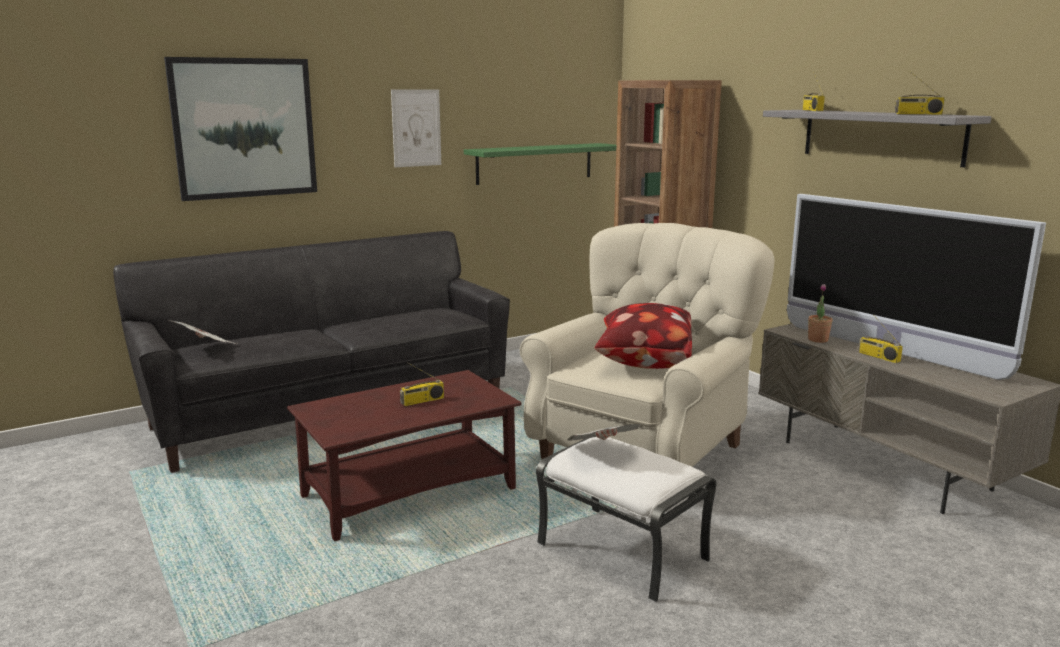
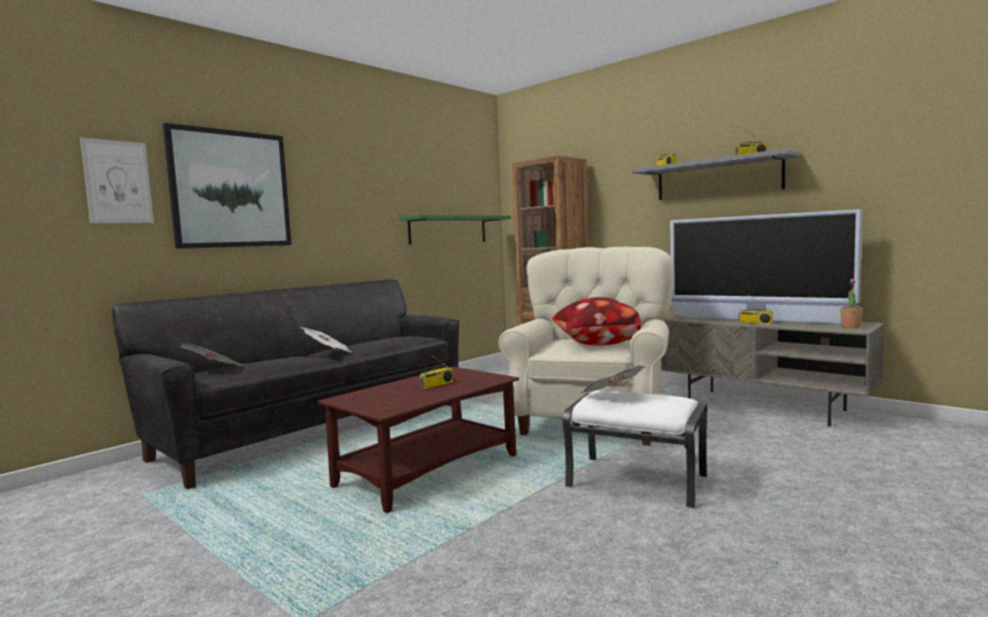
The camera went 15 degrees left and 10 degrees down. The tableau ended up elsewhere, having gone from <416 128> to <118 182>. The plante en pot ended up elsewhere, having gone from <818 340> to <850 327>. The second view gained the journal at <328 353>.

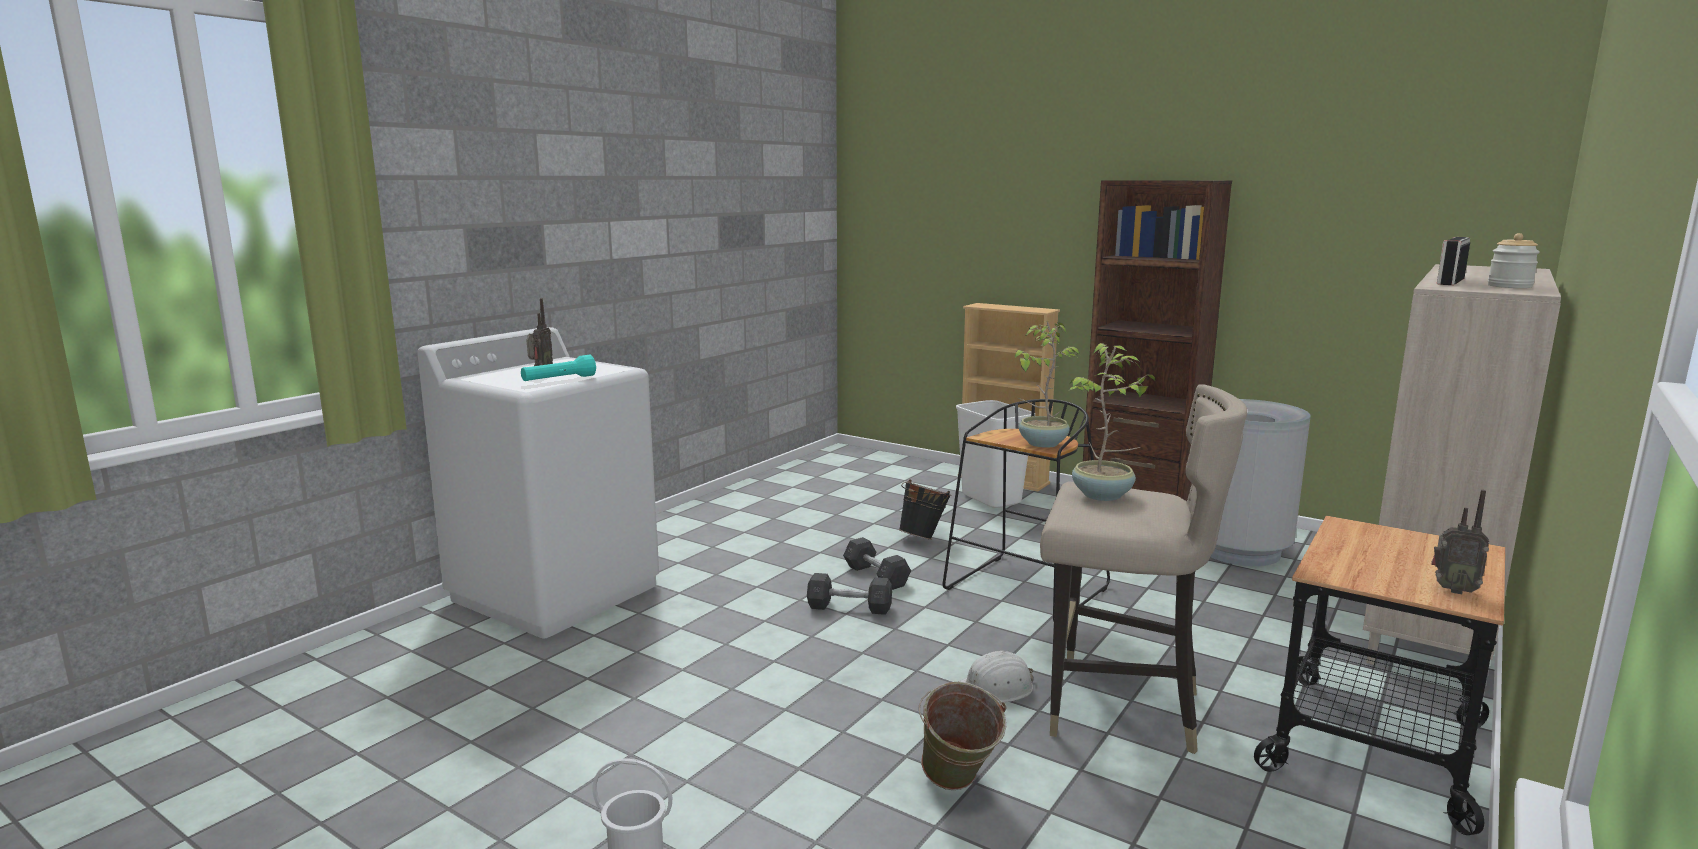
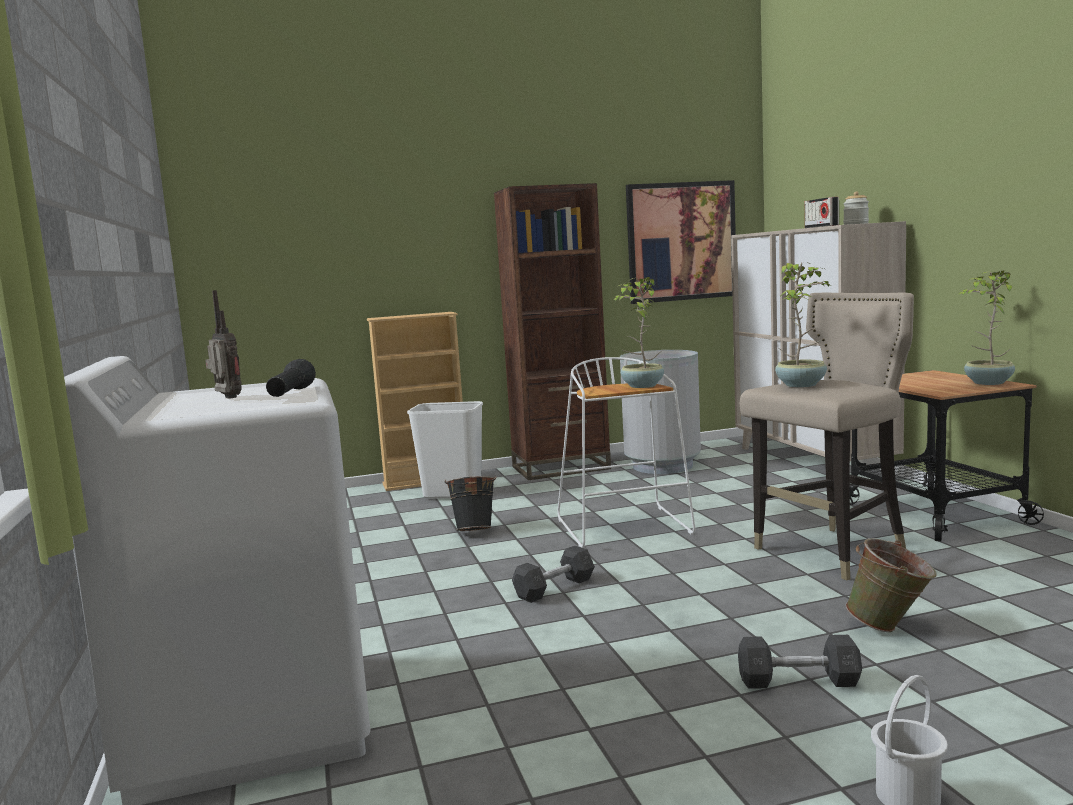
The camera went 50 degrees left and 5 degrees down. What was the lampe de poche/turquoise at <559 380> turned into the lampe de poche/noir at <291 394>. The haltère/gris ended up elsewhere, having gone from <876 576> to <798 681>. What was the tabouret/noir at <1026 591> turned into the tabouret/blanc at <625 528>. The second view lost the casque de chantier/blanc at <995 689>. Where the radio stood at <1453 589>, the plante en pot came to stand at <987 383>. The second view gained the tableau at <681 241>.

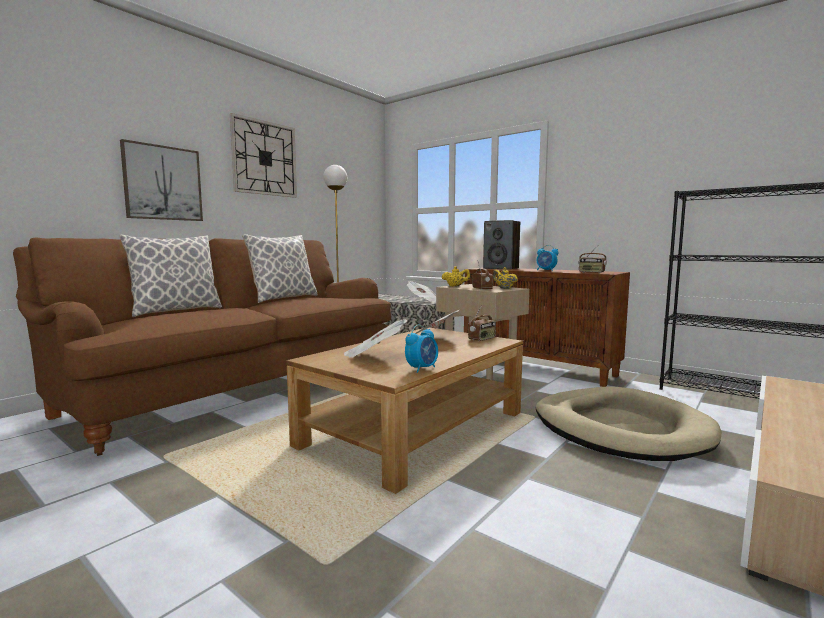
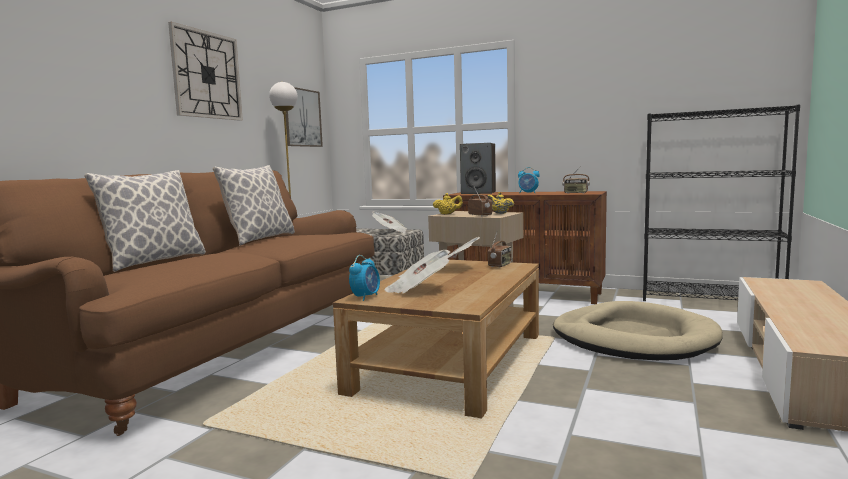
The camera went 15 degrees left and 0 degrees up. The tableau ended up elsewhere, having gone from <163 183> to <301 118>. The réveil ended up elsewhere, having gone from <422 368> to <366 297>.

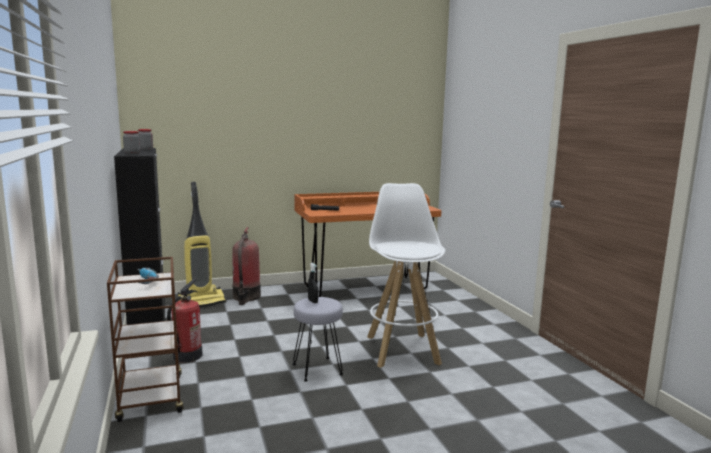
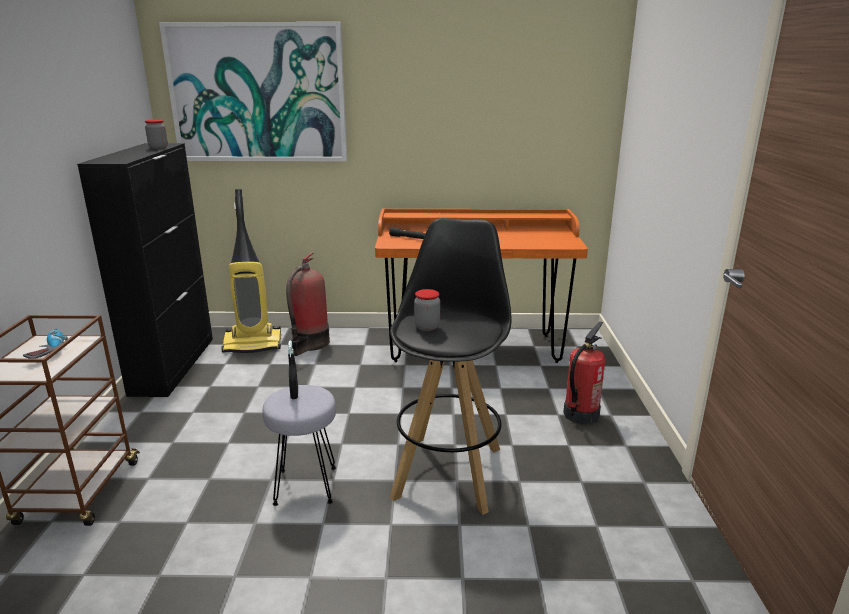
The camera went 20 degrees right and 10 degrees up. The bocal ended up elsewhere, having gone from <132 153> to <427 327>. The extincteur ended up elsewhere, having gone from <187 356> to <580 415>. What was the tabouret/blanc at <402 349> turned into the tabouret/noir at <448 471>. The second view gained the tableau at <258 93>.

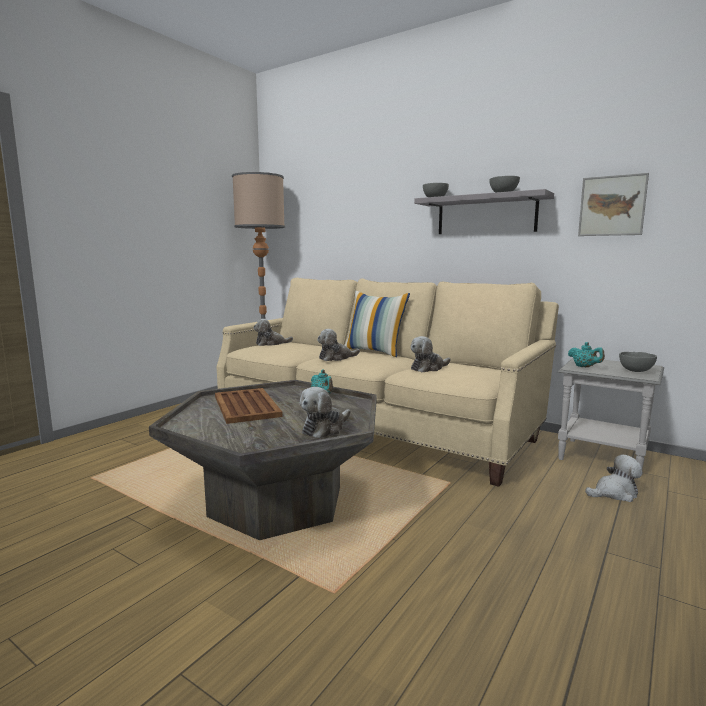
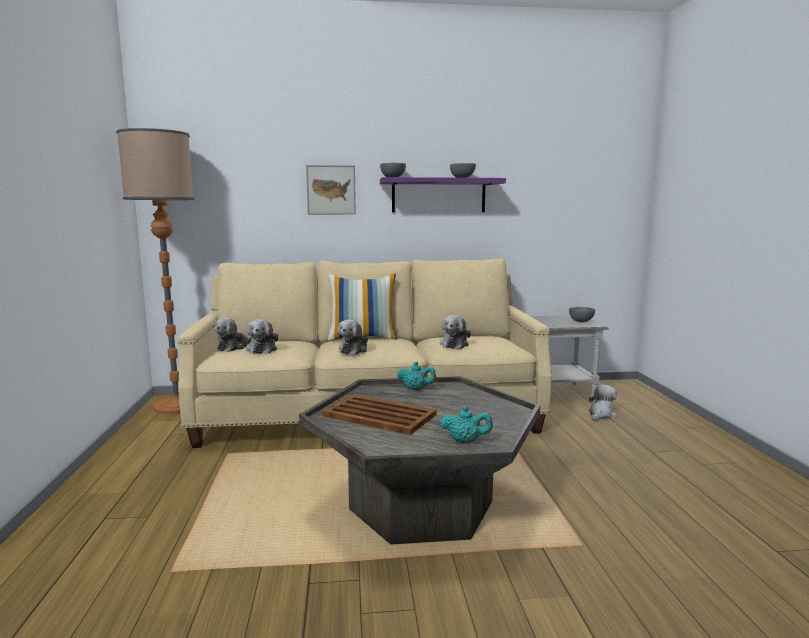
The camera went 40 degrees left and 0 degrees up. The peluche ended up elsewhere, having gone from <325 428> to <262 349>. What was the étagère/gris at <486 215> turned into the étagère/violet at <438 195>. The théière/turquoise ended up elsewhere, having gone from <584 367> to <465 441>. The tableau ended up elsewhere, having gone from <612 206> to <331 190>.

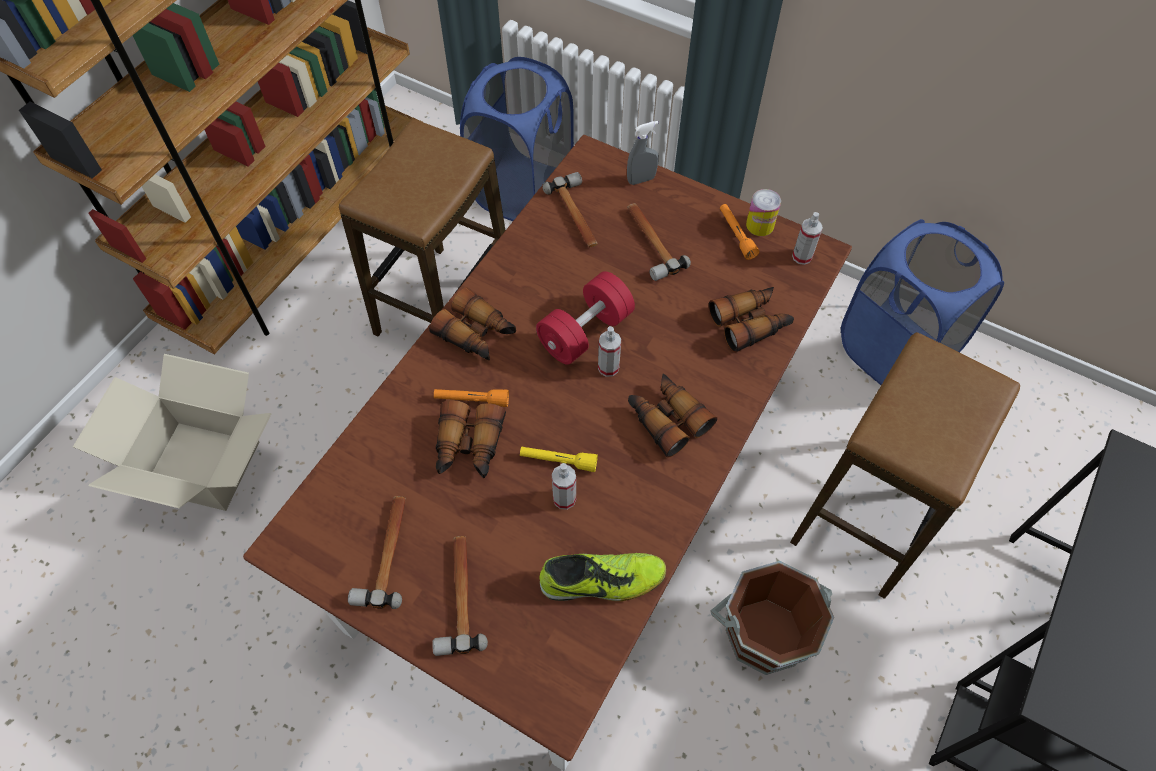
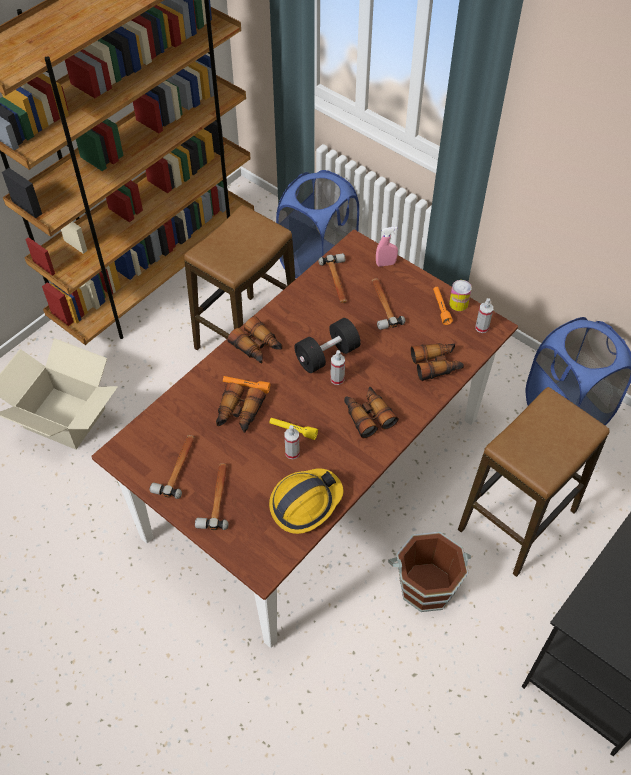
The camera went 10 degrees right and 5 degrees down. What was the haltère/rouge at <585 332> turned into the haltère/noir at <327 355>. Where the chaussure stood at <602 581>, the casque de chantier came to stand at <305 503>. What was the vaporisateur/gris at <641 180> turned into the vaporisateur/rose at <385 264>.

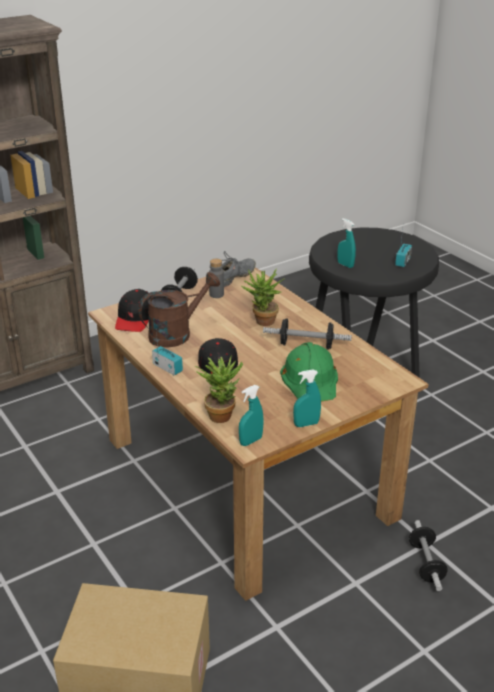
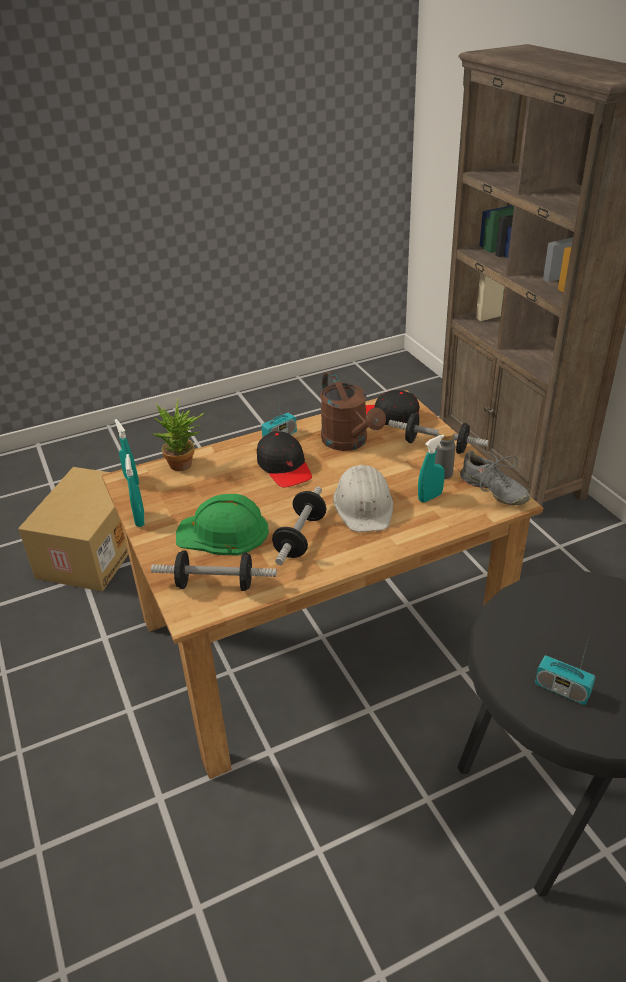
The camera went 100 degrees right and 5 degrees up. The casquette/noir at <217 360> ended up facing another way, 60 degrees clockwise from before. Where the plante en pot stood at <262 323>, the casque de chantier/blanc came to stand at <364 505>. The vaporisateur/turquoise ended up elsewhere, having gone from <345 265> to <430 497>. The haltère ended up elsewhere, having gone from <426 563> to <215 584>.

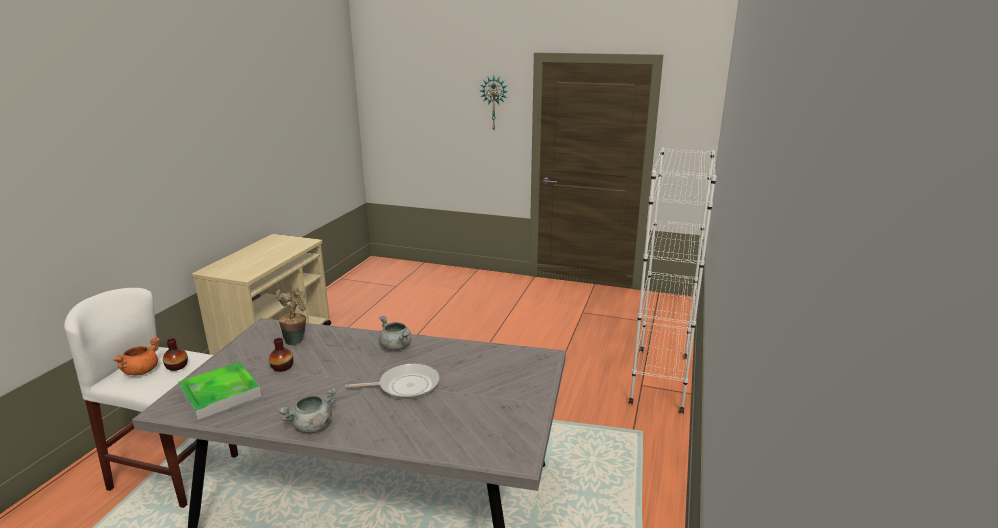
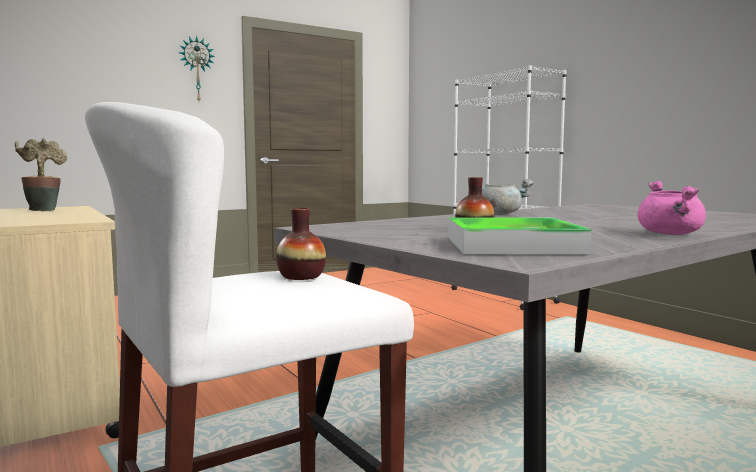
The camera went 50 degrees left and 15 degrees down. The second view lost the marmite/orange at <141 371>. The plante en pot ended up elsewhere, having gone from <296 340> to <43 210>. What was the marmite/gris at <312 426> turned into the marmite/rose at <671 234>. The second view lost the poêle at <405 386>.

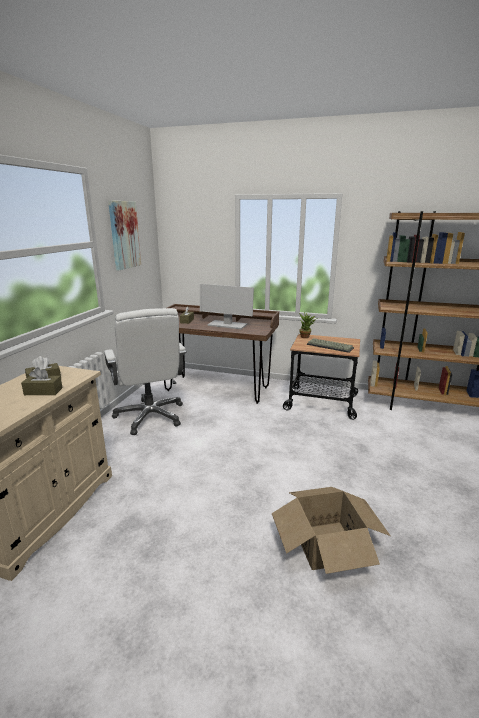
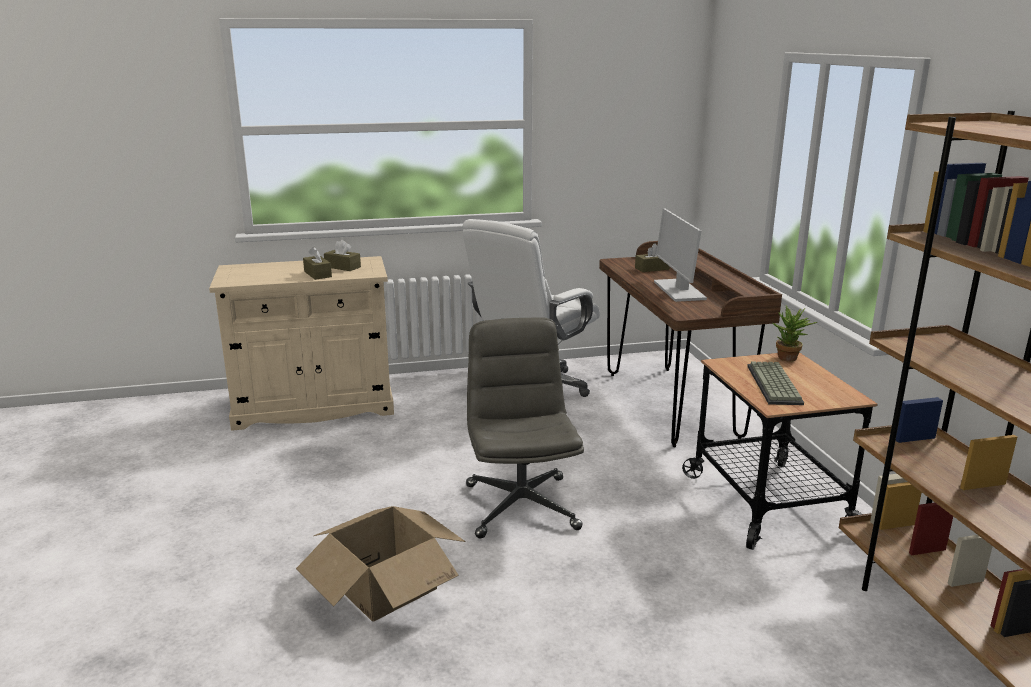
The camera went 60 degrees right and 0 degrees up. The second view lost the tableau at <124 235>. The second view gained the chaise de bureau/gris at <520 506>.

